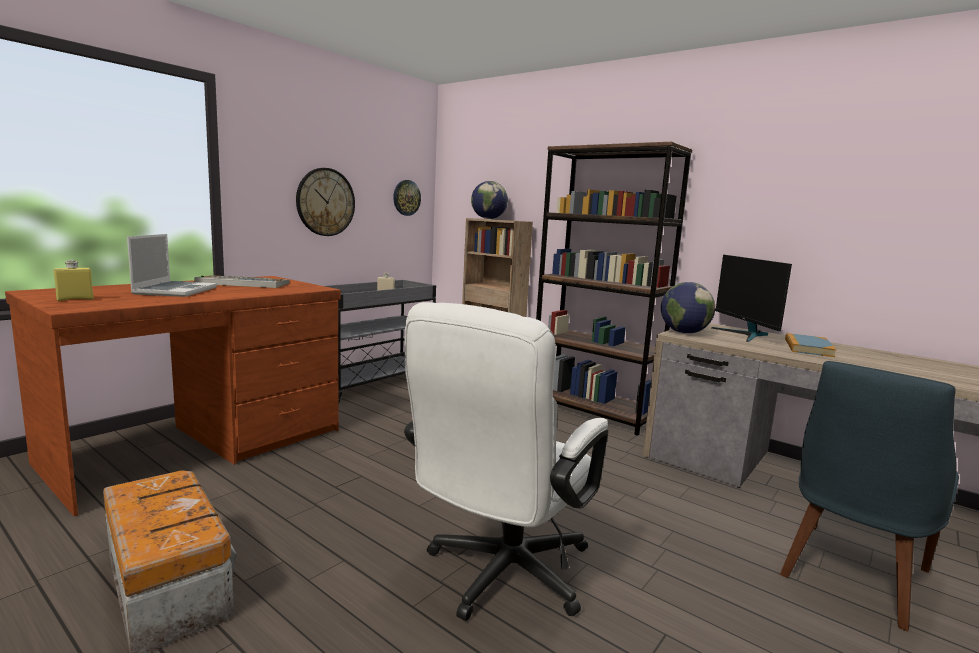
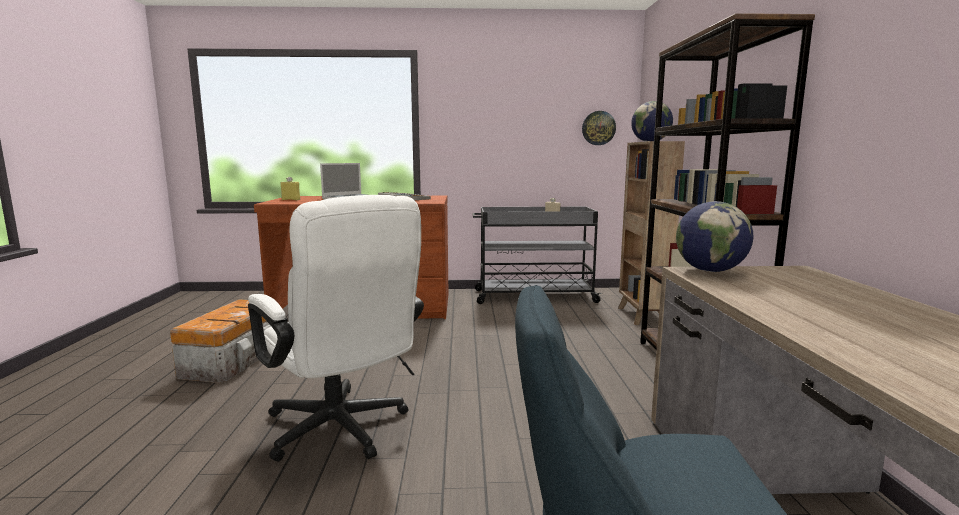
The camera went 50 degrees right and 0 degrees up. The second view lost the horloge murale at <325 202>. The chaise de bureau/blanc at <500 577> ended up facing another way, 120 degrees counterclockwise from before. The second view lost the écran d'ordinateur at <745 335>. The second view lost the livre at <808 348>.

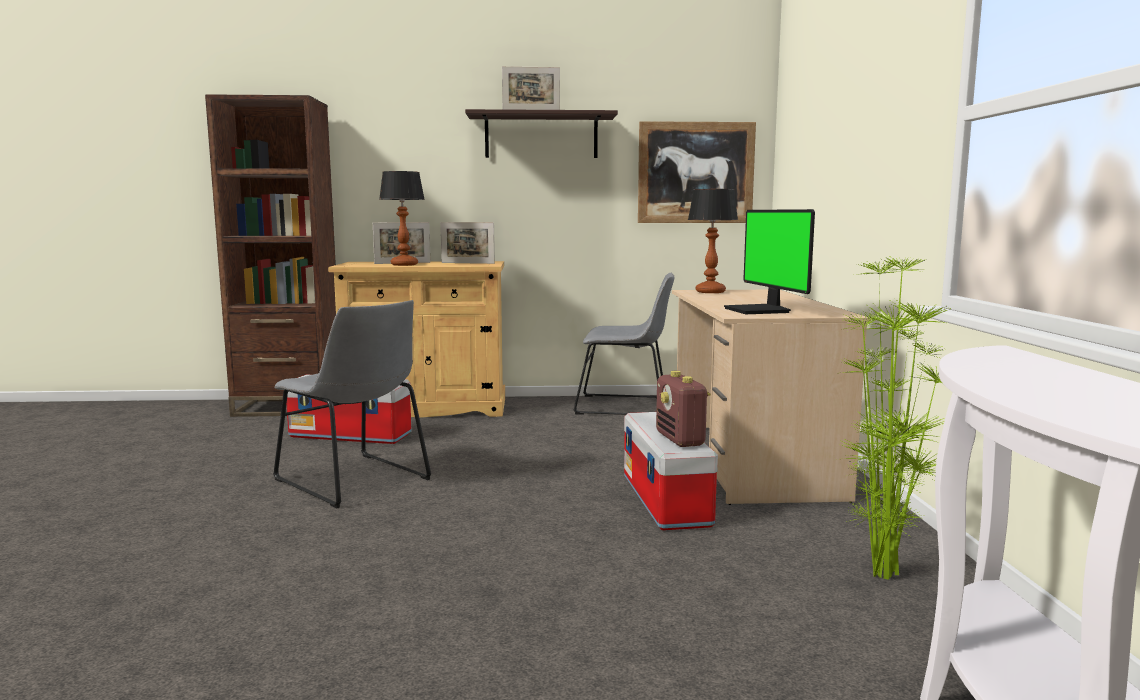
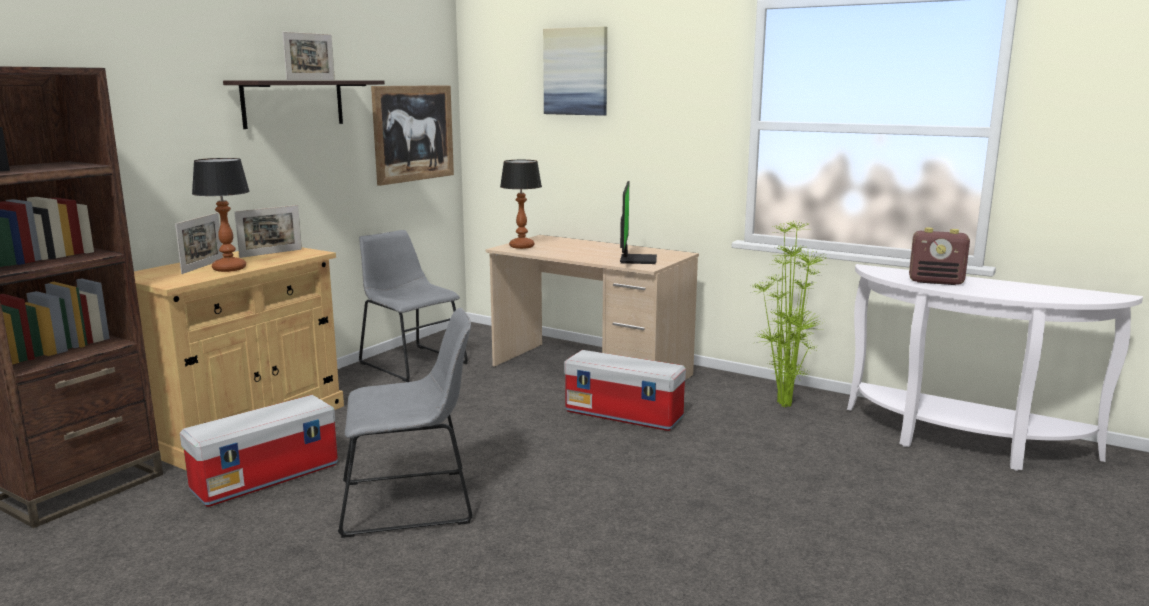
The camera went 55 degrees left and 5 degrees up. The chaise/gris at <626 406> ended up facing another way, 90 degrees counterclockwise from before. The radio ended up elsewhere, having gone from <680 440> to <936 282>. The écran d'ordinateur at <760 310> ended up facing another way, 105 degrees counterclockwise from before. The second view gained the tableau at <576 71>.

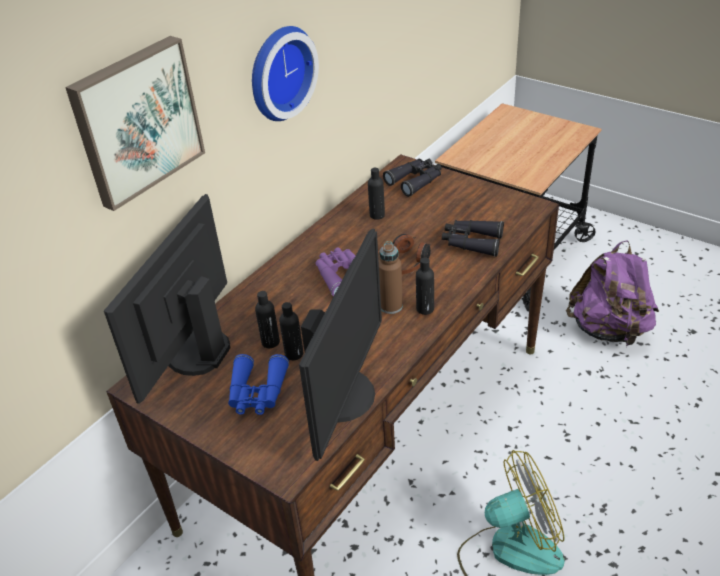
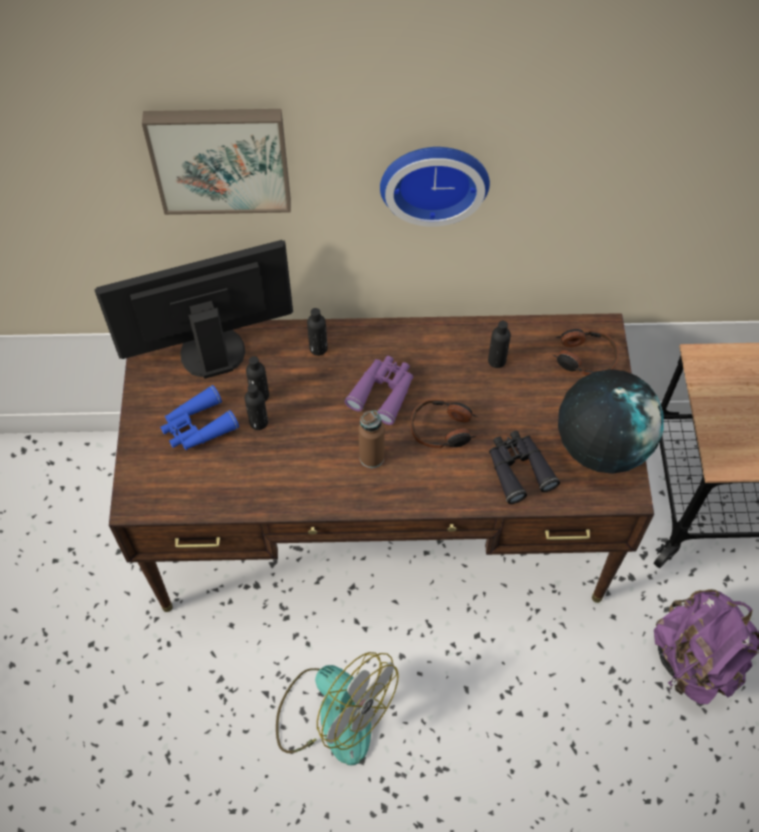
The camera went 50 degrees right and 20 degrees up. The second view lost the écran d'ordinateur at <344 396>. Where the jumelles/noir stood at <416 181>, the casque audio came to stand at <583 358>. The bouteille/noir ended up elsewhere, having gone from <425 309> to <318 348>. The second view gained the globe at <601 445>.

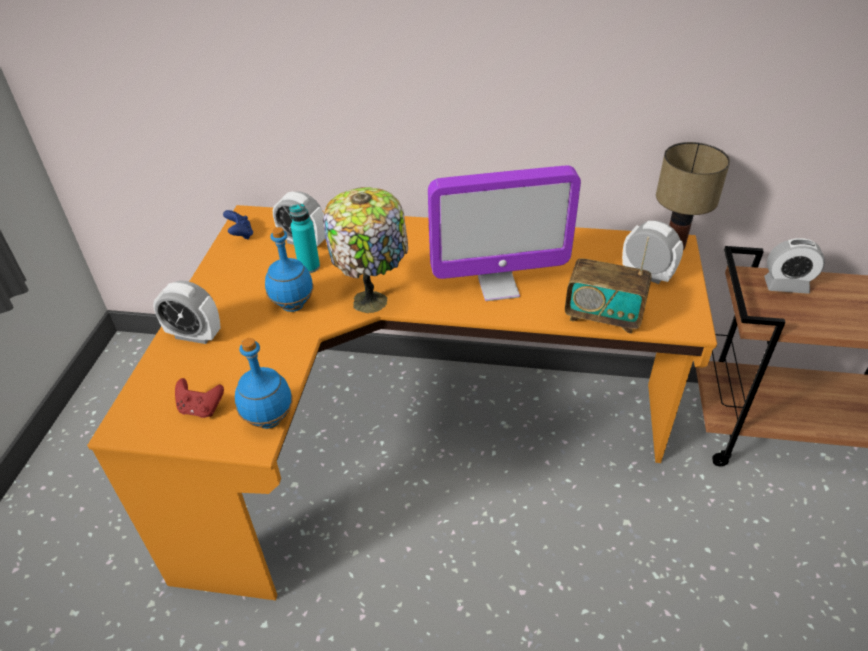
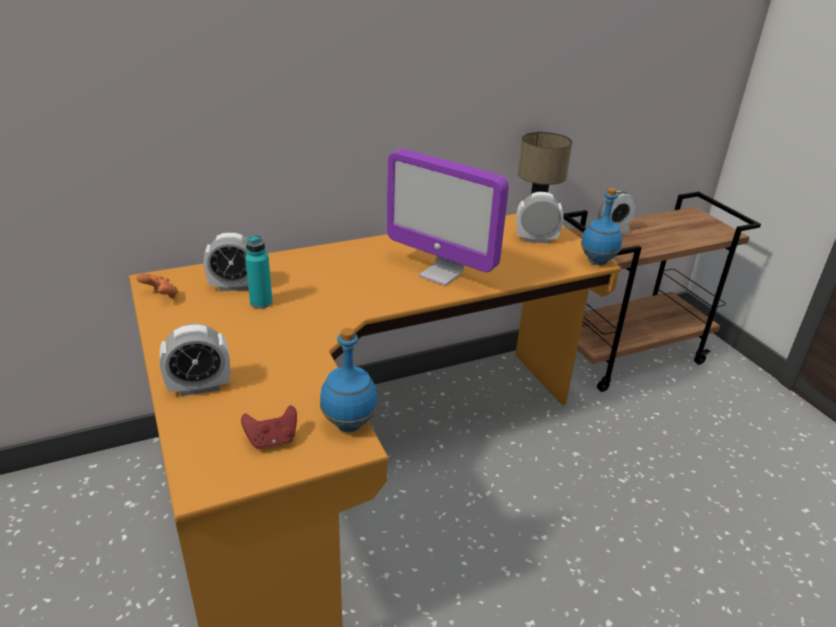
The camera went 35 degrees left and 10 degrees down. What was the manette/bleu at <241 234> turned into the manette/orange at <161 296>. The bouteille/bleu ended up elsewhere, having gone from <293 305> to <596 261>. The second view lost the lampe de table at <372 300>. The écran d'ordinateur at <498 287> ended up facing another way, 75 degrees clockwise from before. The second view lost the radio at <603 316>.

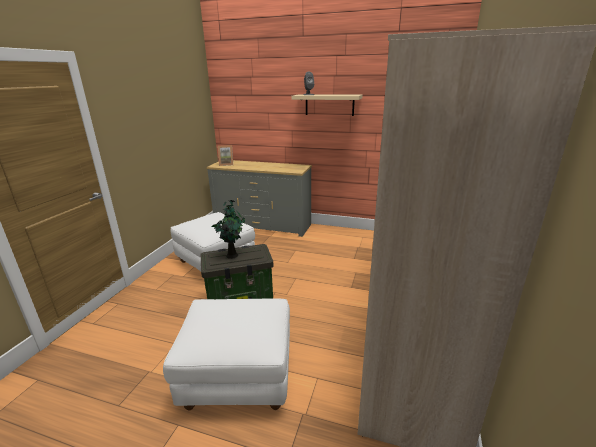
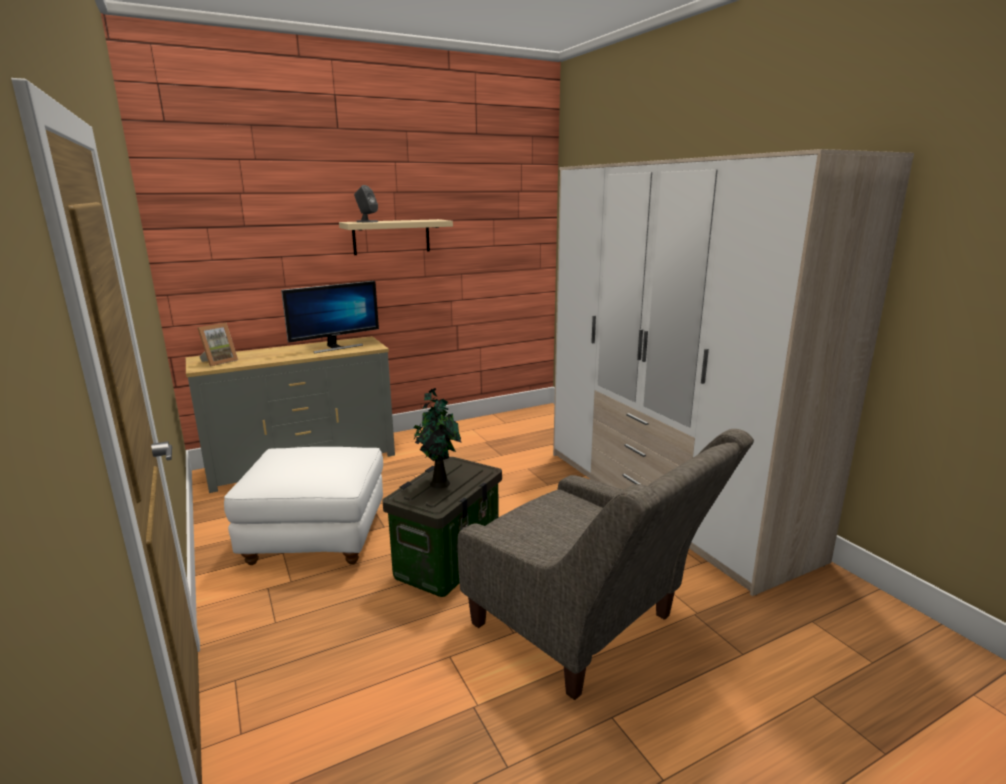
The camera went 45 degrees left and 5 degrees down. Where the pouf/blanc stood at <238 377>, the fauteuil/gris came to stand at <589 631>. The second view gained the écran d'ordinateur at <335 347>.

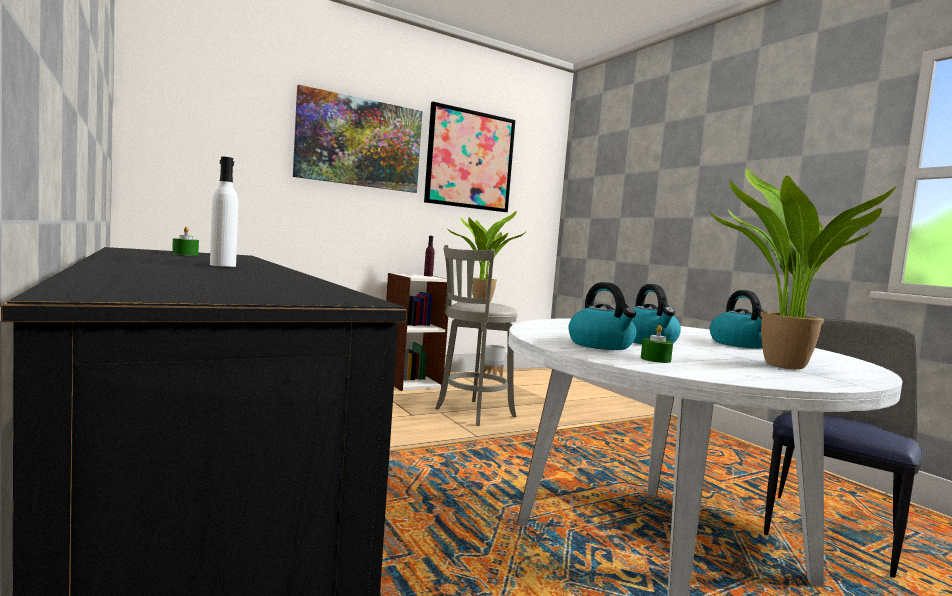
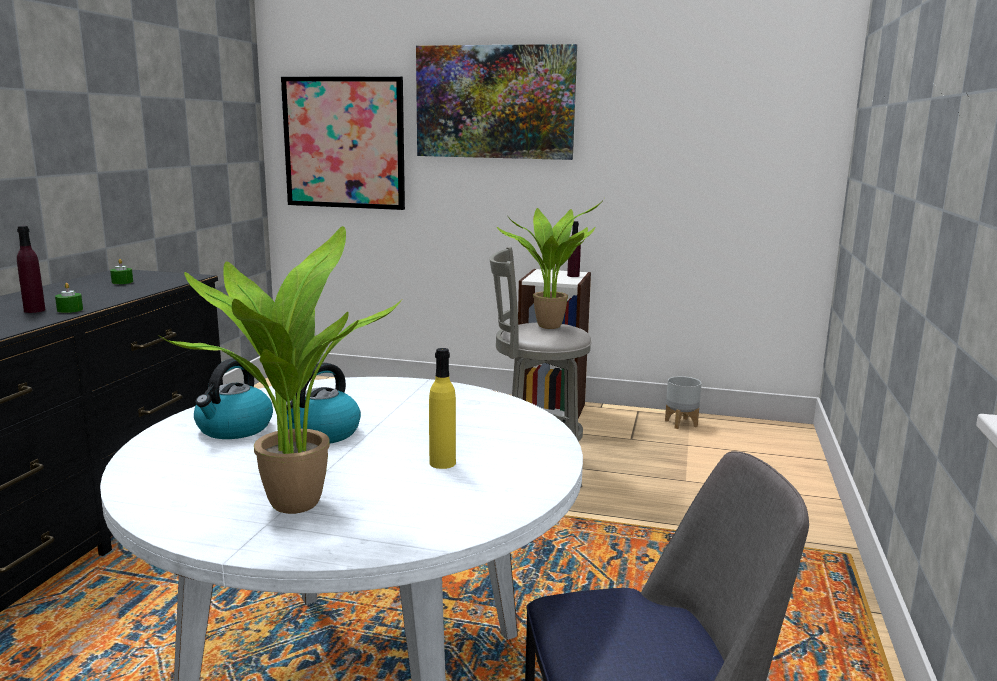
The camera went 45 degrees right and 10 degrees up. What was the bouteille/blanc at <223 265> turned into the bouteille/violet at <34 310>. The tableau ended up elsewhere, having gone from <470 160> to <344 143>. The bougie/vert ended up elsewhere, having gone from <655 359> to <70 310>. Where the bouilloire stood at <740 344>, the bouteille/jaune came to stand at <442 463>.

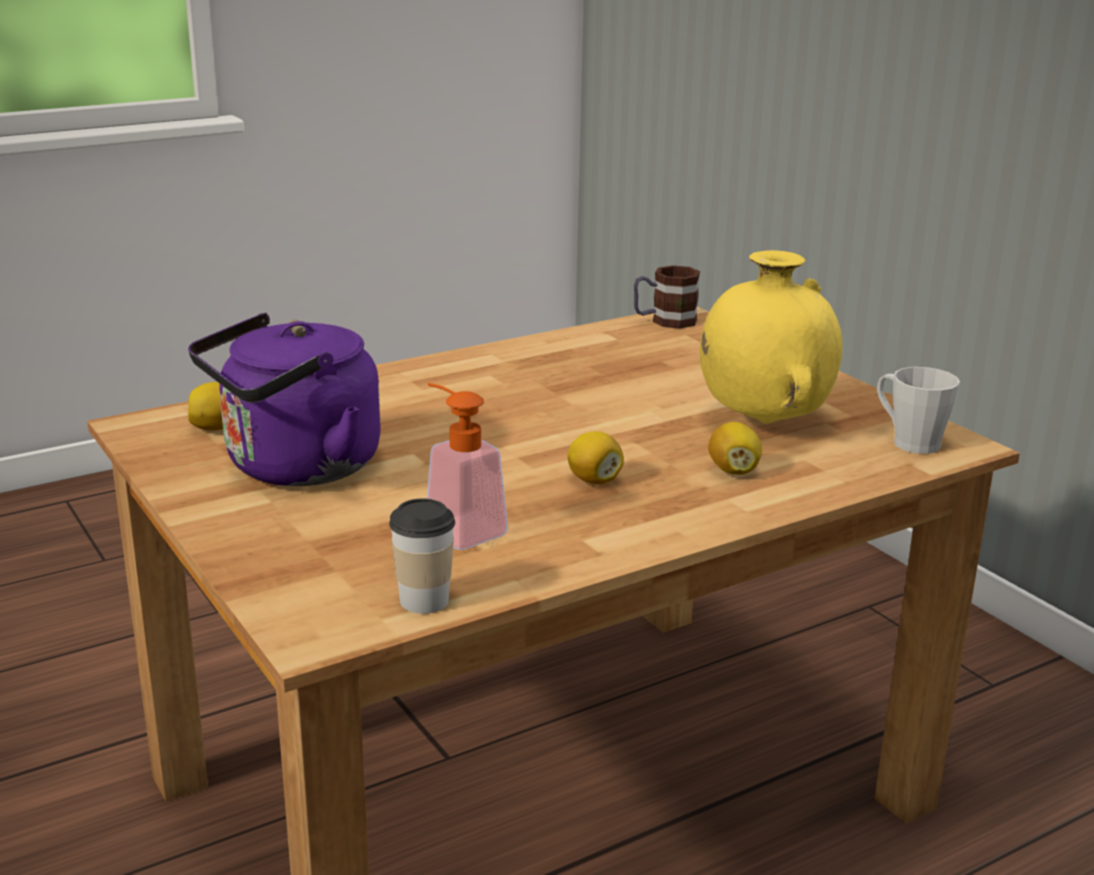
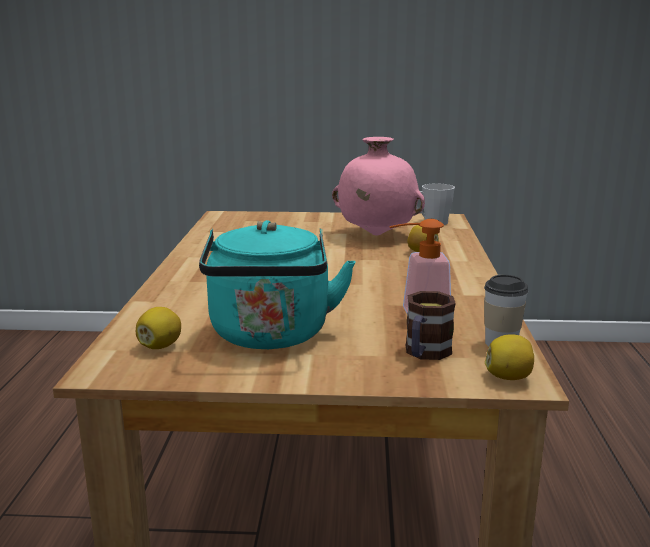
The camera went 55 degrees left and 5 degrees down. What was the bouilloire/violet at <295 468> turned into the bouilloire/turquoise at <271 336>. The citron ended up elsewhere, having gone from <594 480> to <508 377>. The mug ended up elsewhere, having gone from <664 321> to <425 354>. What was the vase/jaune at <763 422> turned into the vase/rose at <375 235>.

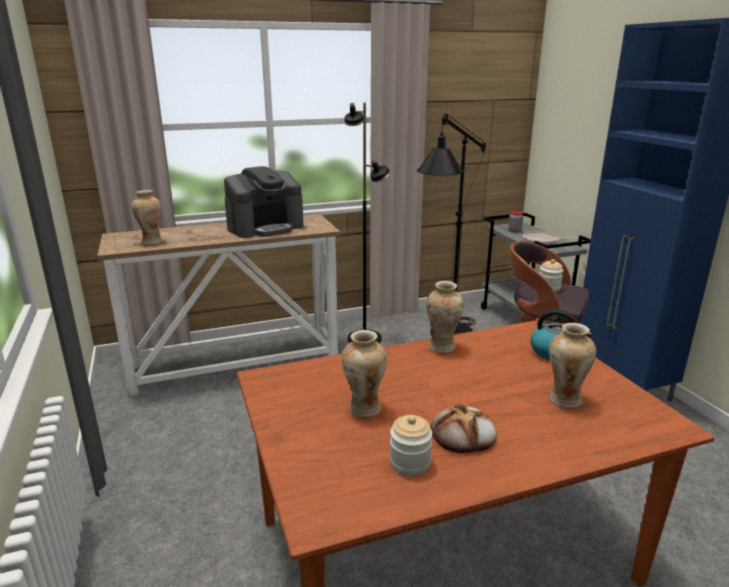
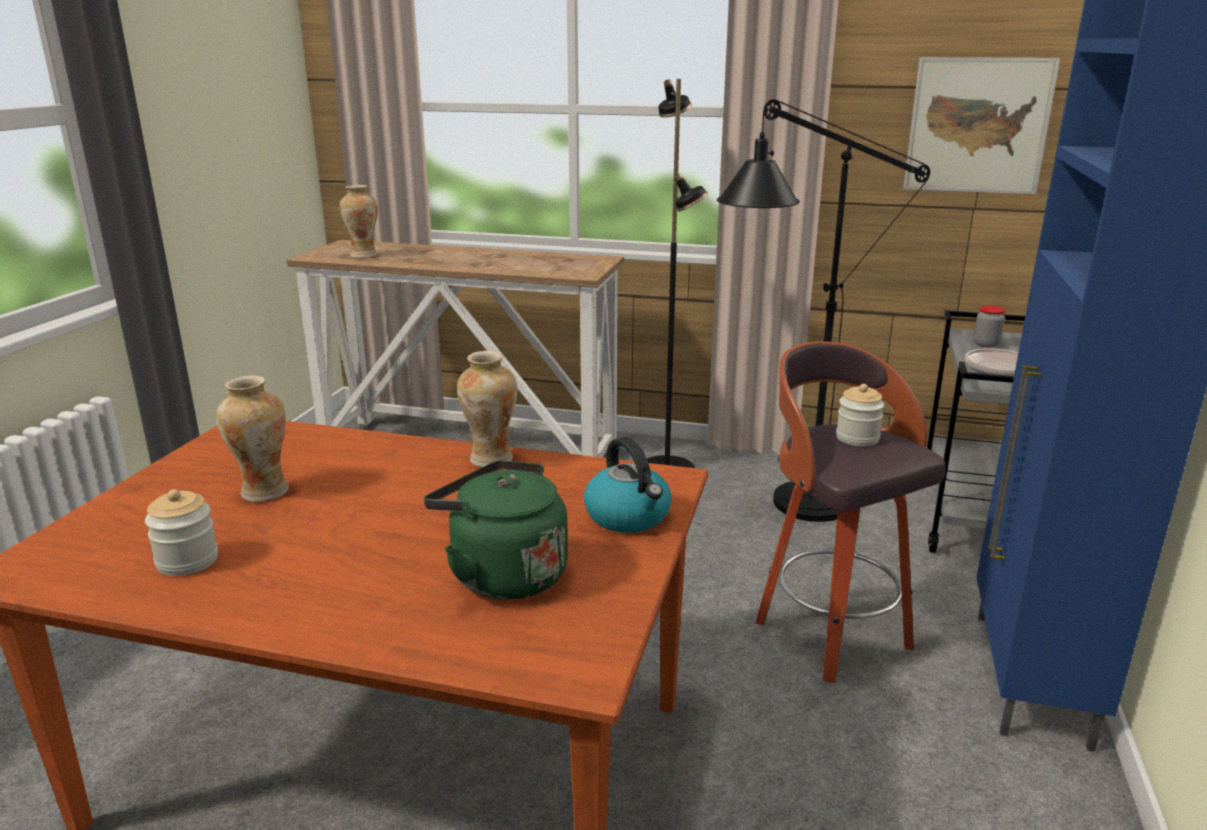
The camera went 35 degrees right and 0 degrees up. The second view lost the machine à café at <265 227>. The second view lost the pain at <463 434>. Where the vase stood at <564 400>, the bouilloire/vert came to stand at <503 574>. The second view gained the tableau at <978 126>.

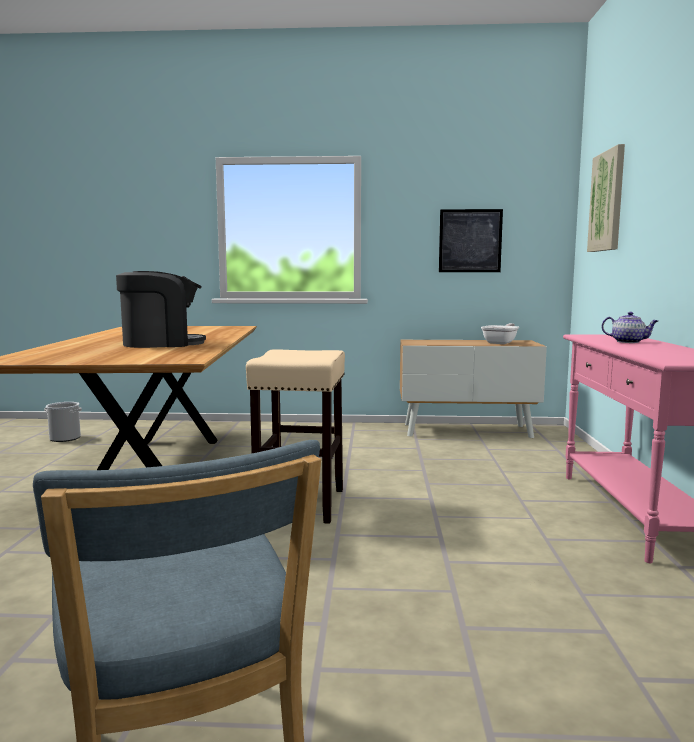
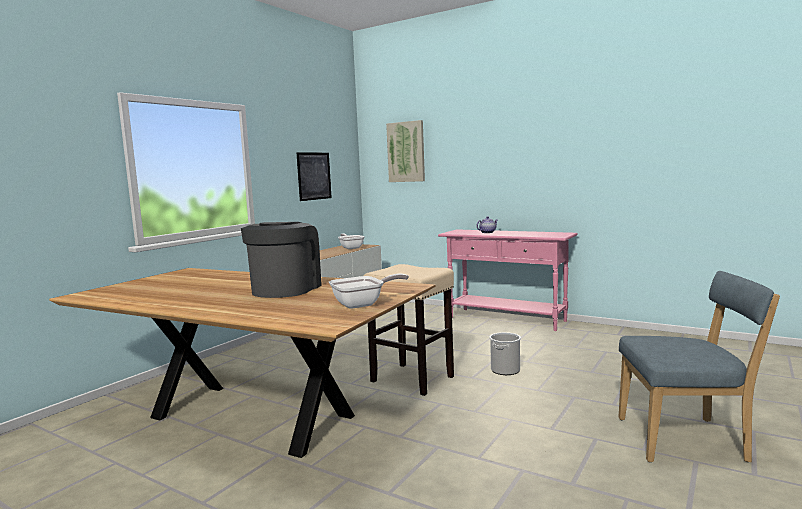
The camera went 60 degrees left and 0 degrees up. The seau ended up elsewhere, having gone from <65 438> to <505 370>. The second view gained the poêle at <363 304>.

